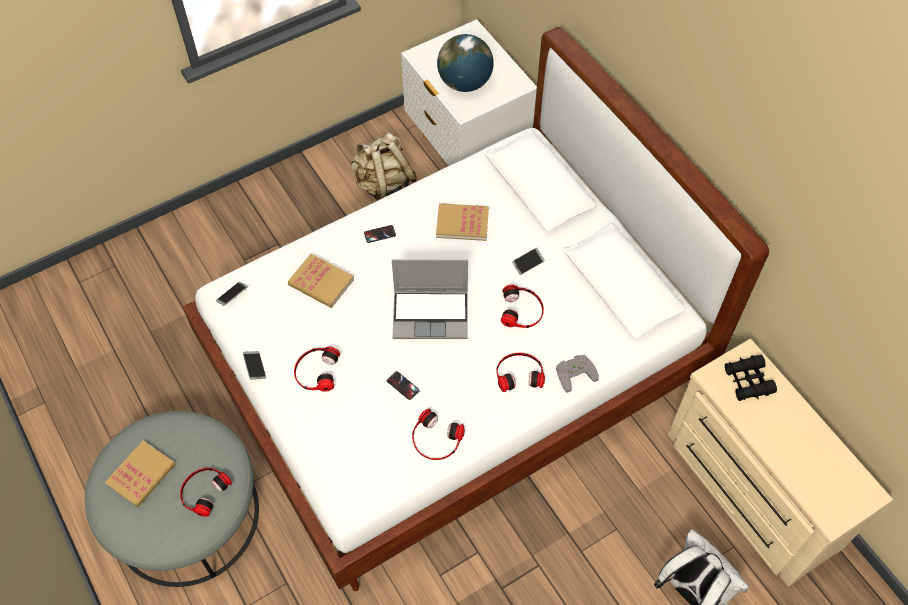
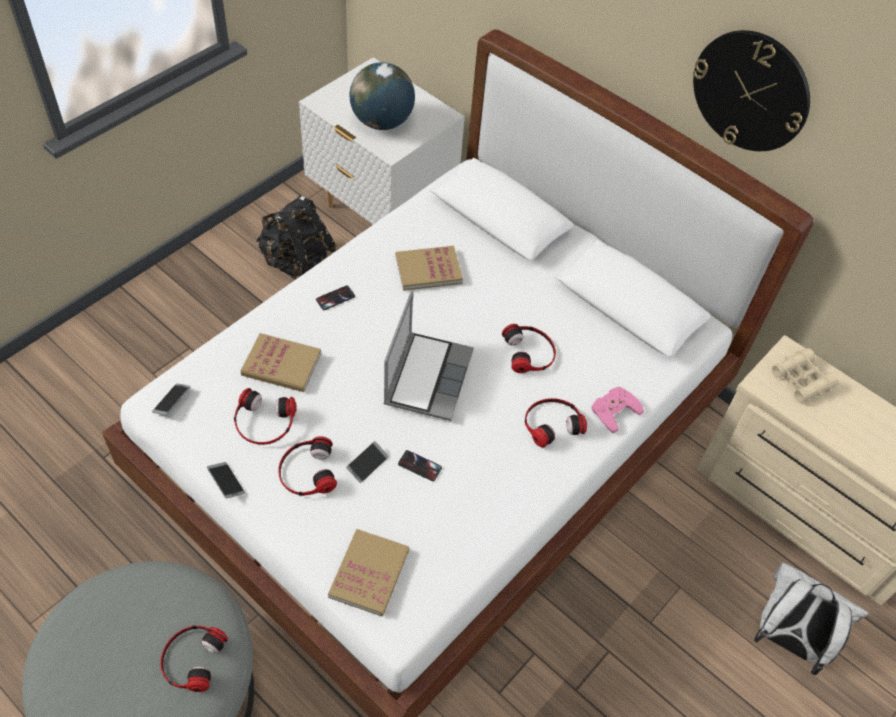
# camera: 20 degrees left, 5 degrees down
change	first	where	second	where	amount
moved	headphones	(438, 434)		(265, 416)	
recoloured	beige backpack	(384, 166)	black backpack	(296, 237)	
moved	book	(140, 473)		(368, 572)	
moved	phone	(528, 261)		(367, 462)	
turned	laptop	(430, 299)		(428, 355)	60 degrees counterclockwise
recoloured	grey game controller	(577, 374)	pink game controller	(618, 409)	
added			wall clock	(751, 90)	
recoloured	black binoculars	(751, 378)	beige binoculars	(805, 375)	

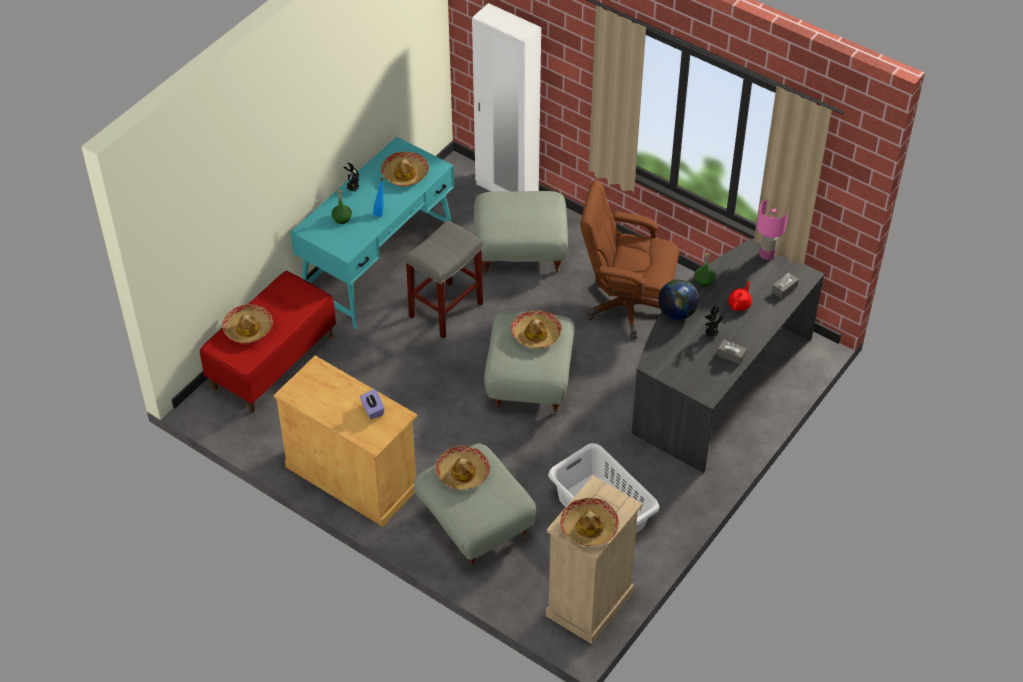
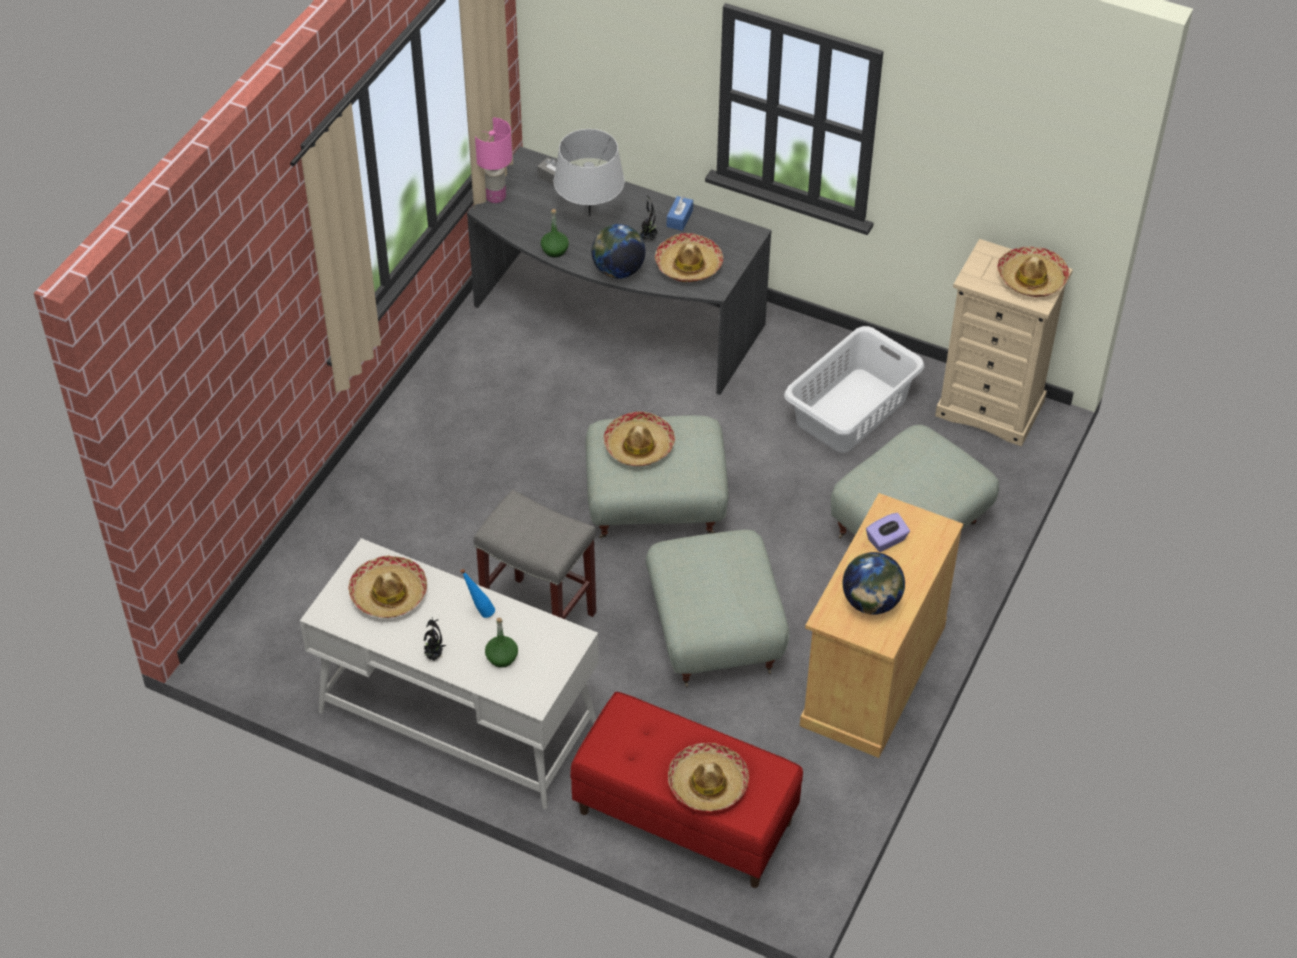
# camera: 100 degrees left, 0 degrees up
change	first	where	second	where	amount
recoloured	turquoise desk	(372, 233)	white desk	(449, 673)	
replaced	red teapot	(740, 296)	grey table lamp	(589, 172)	
moved	grey ottoman	(521, 232)		(717, 608)	
moved	hat	(463, 468)		(689, 257)	
recoloured	grey tissue box	(732, 352)	blue tissue box	(680, 213)	
added			globe	(874, 583)	
removed	white wardrobe	(506, 97)			
removed	brown office chair	(629, 259)			

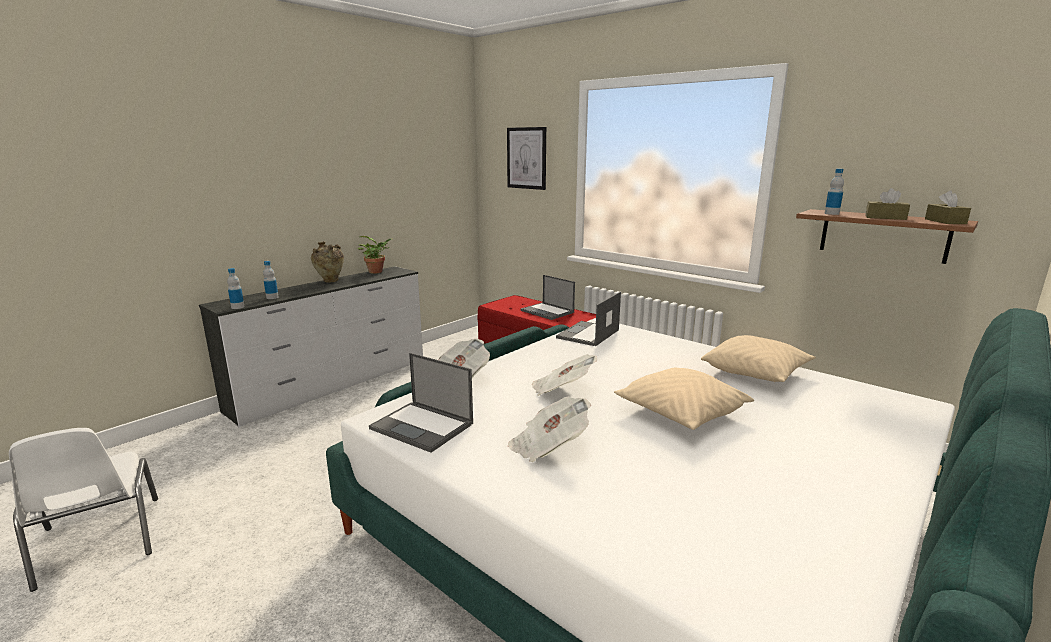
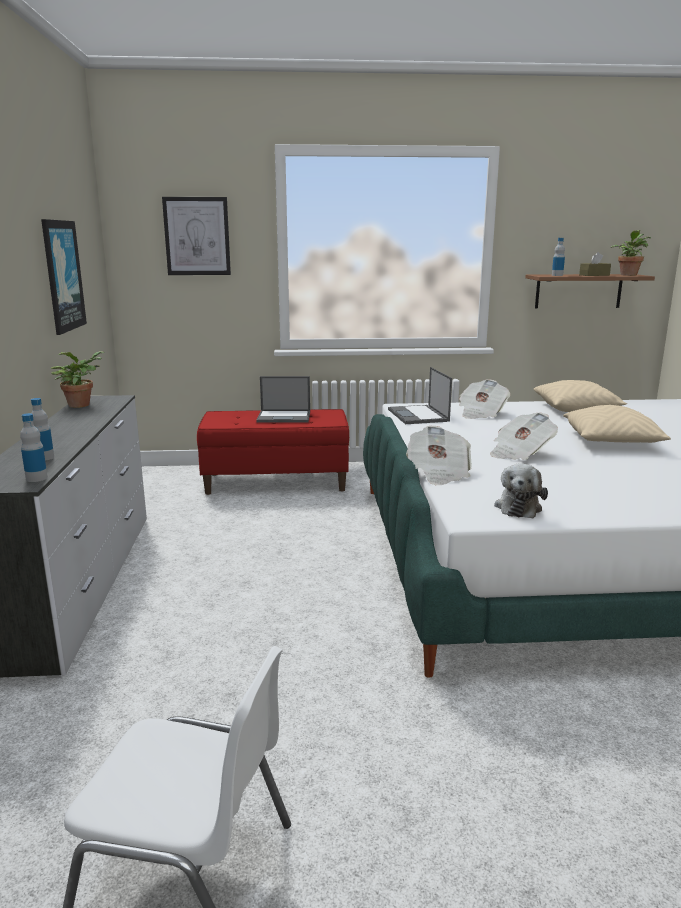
# camera: 45 degrees left, 0 degrees up
change	first	where	second	where	amount
added			picture	(64, 277)	
moved	newspaper	(549, 429)		(484, 399)	
replaced	laptop	(421, 403)	plush toy	(521, 490)	
replaced	brown tissue box	(948, 207)	potted plant	(631, 253)	
removed	beige vase	(327, 262)			

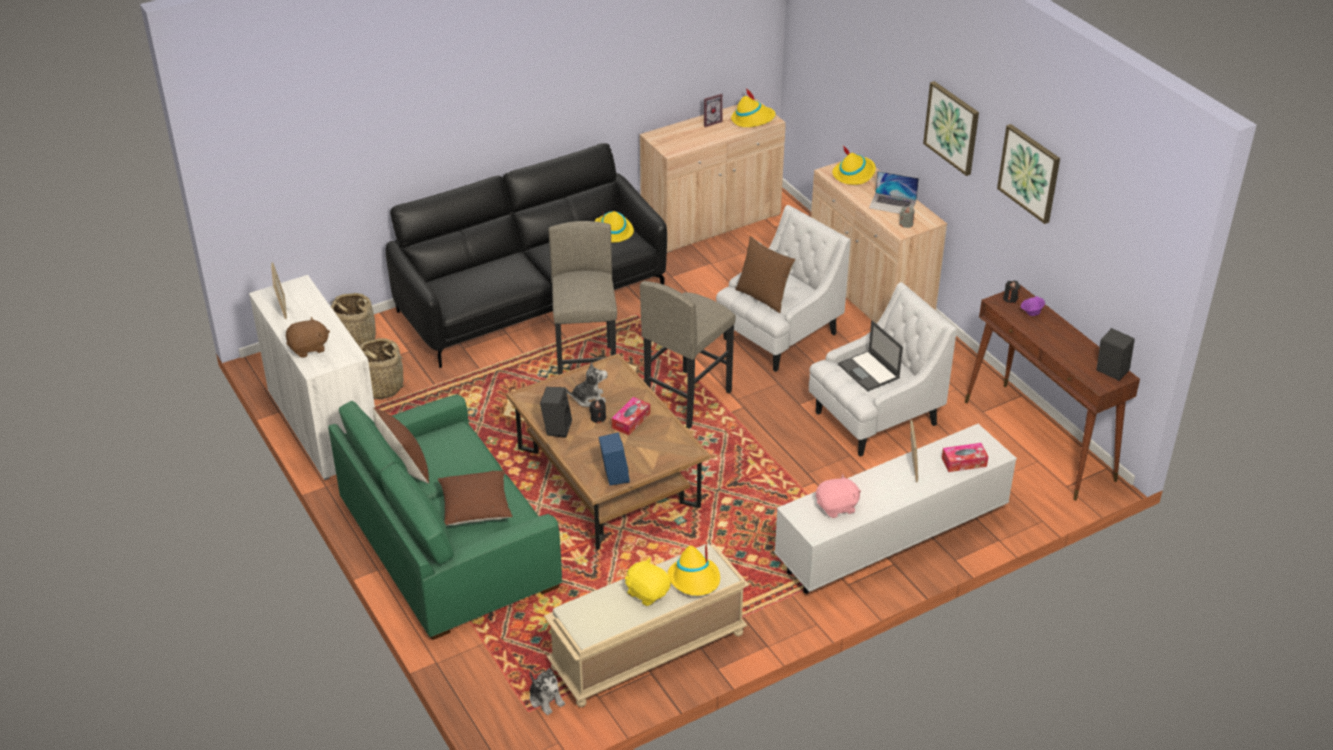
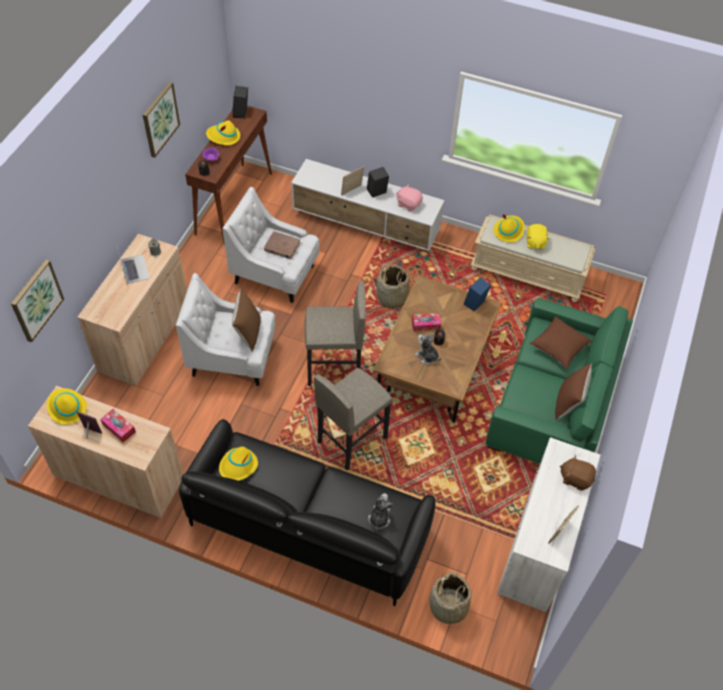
# camera: 130 degrees left, 15 degrees up
change	first	where	second	where	amount
moved	picture	(951, 128)		(37, 300)	
moved	tissue box	(965, 457)		(118, 426)	
moved	yellow hat	(854, 165)		(223, 132)	
replaced	laptop	(870, 356)	brown book	(282, 245)	
moved	black speaker	(556, 412)		(378, 182)	
moved	plush toy	(547, 691)		(380, 512)	
moved	basket	(384, 368)		(393, 286)	

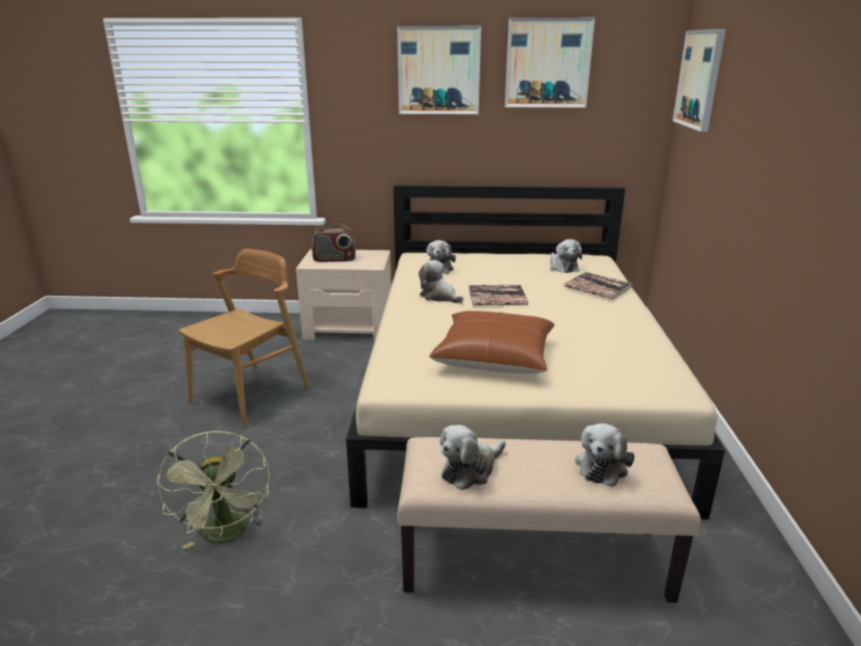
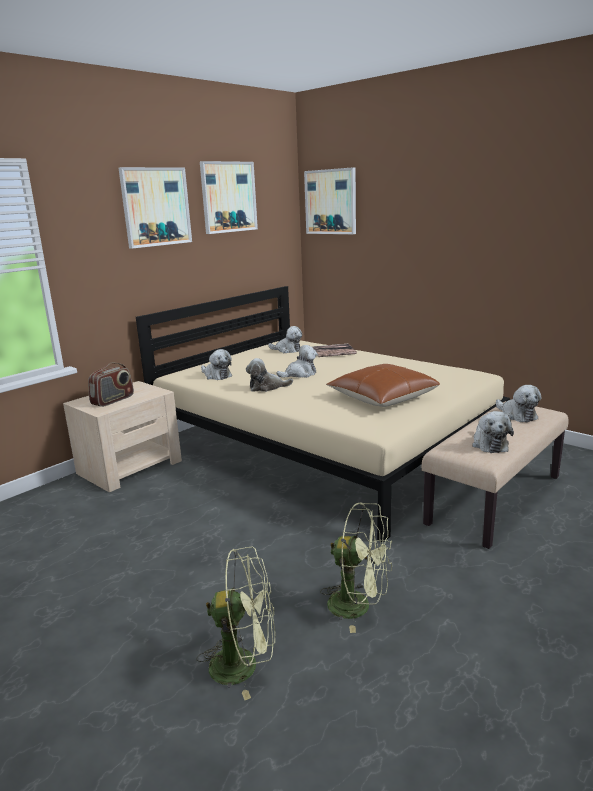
# camera: 50 degrees left, 5 degrees down
change	first	where	second	where	amount
added			green fan	(235, 623)	
replaced	book	(498, 295)	plush toy	(296, 361)	
removed	brown chair	(244, 338)			

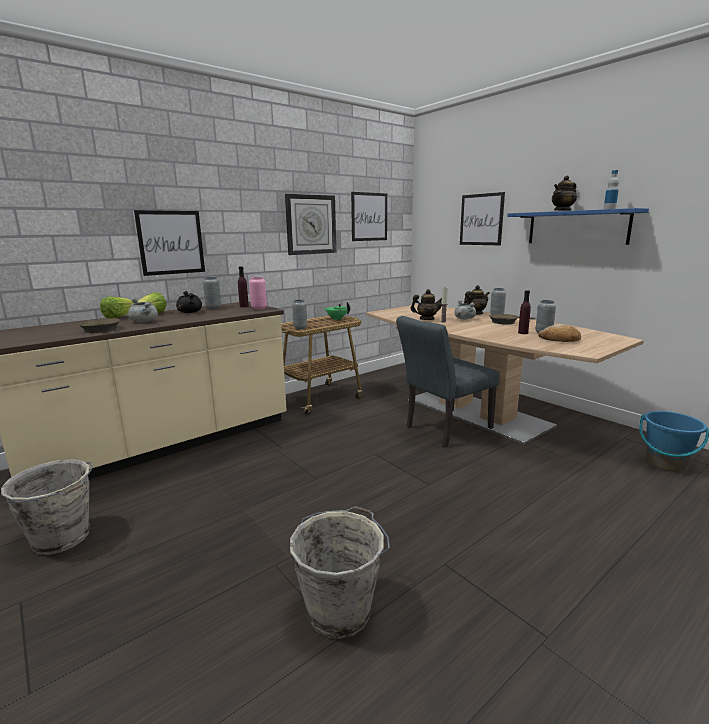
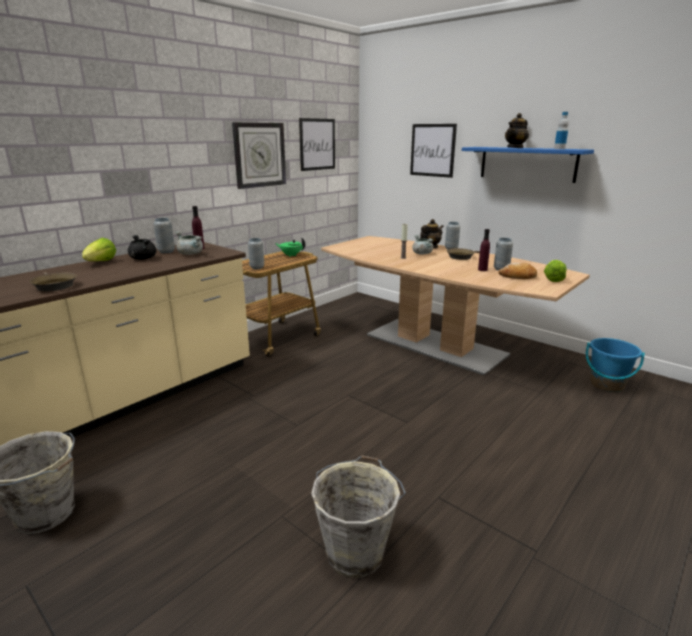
# camera: 10 degrees left, 5 degrees up
change	first	where	second	where	amount
moved	grey cooking pot	(143, 309)		(189, 243)	
moved	lettuce	(117, 308)		(555, 271)	
removed	picture	(169, 243)			
removed	pink vase	(258, 293)			
removed	grey chair	(448, 381)			
removed	teapot	(426, 304)			

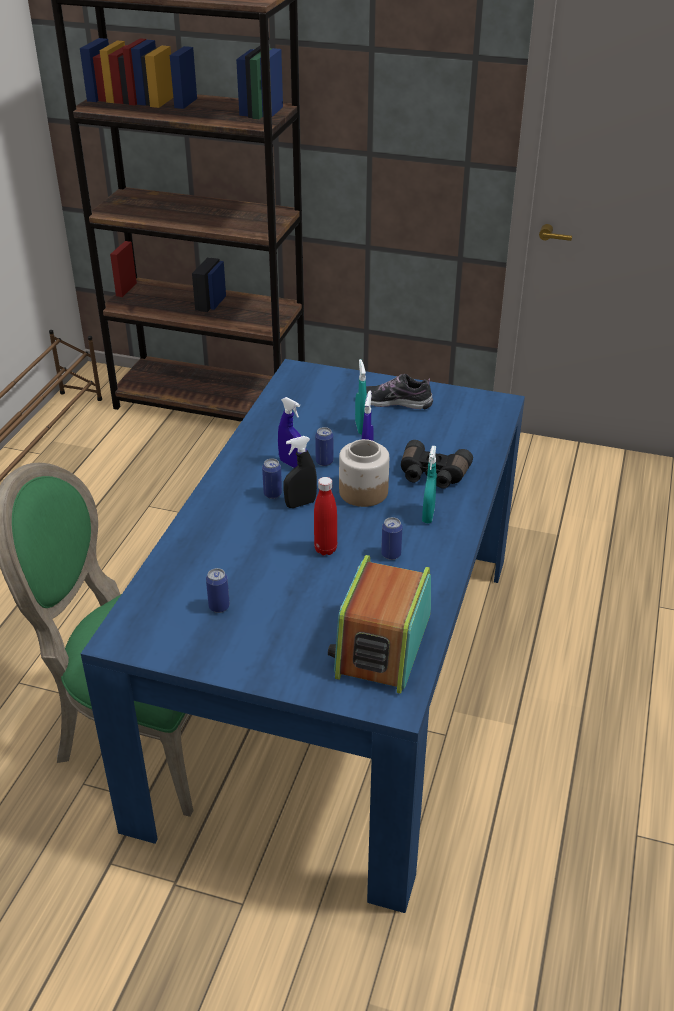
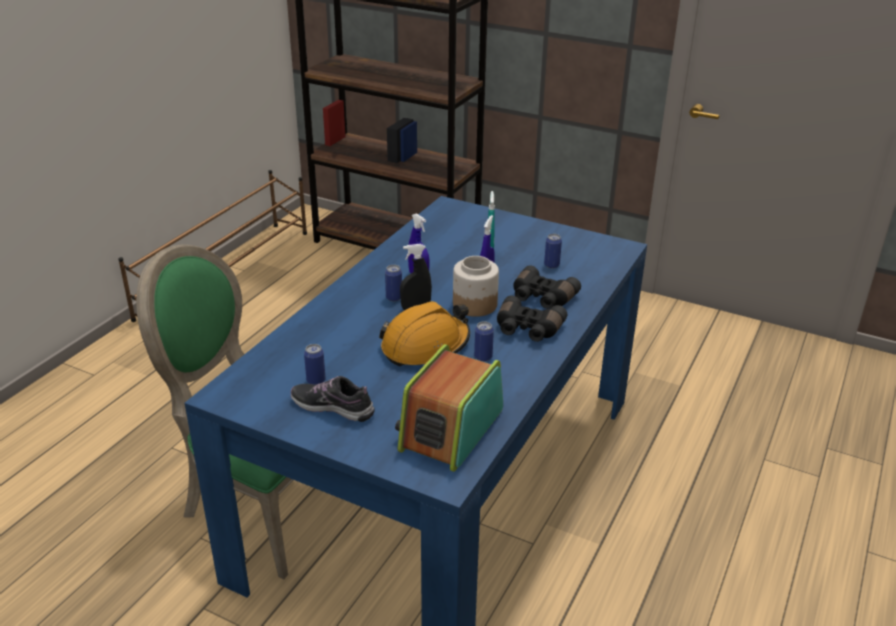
# camera: 10 degrees right, 5 degrees down
change	first	where	second	where	amount
moved	shoe	(395, 391)		(333, 399)	
replaced	red bottle	(325, 516)	orange hard hat	(424, 333)	
replaced	turquoise spray bottle	(429, 484)	black binoculars	(532, 319)	
moved	can	(324, 446)		(553, 251)	

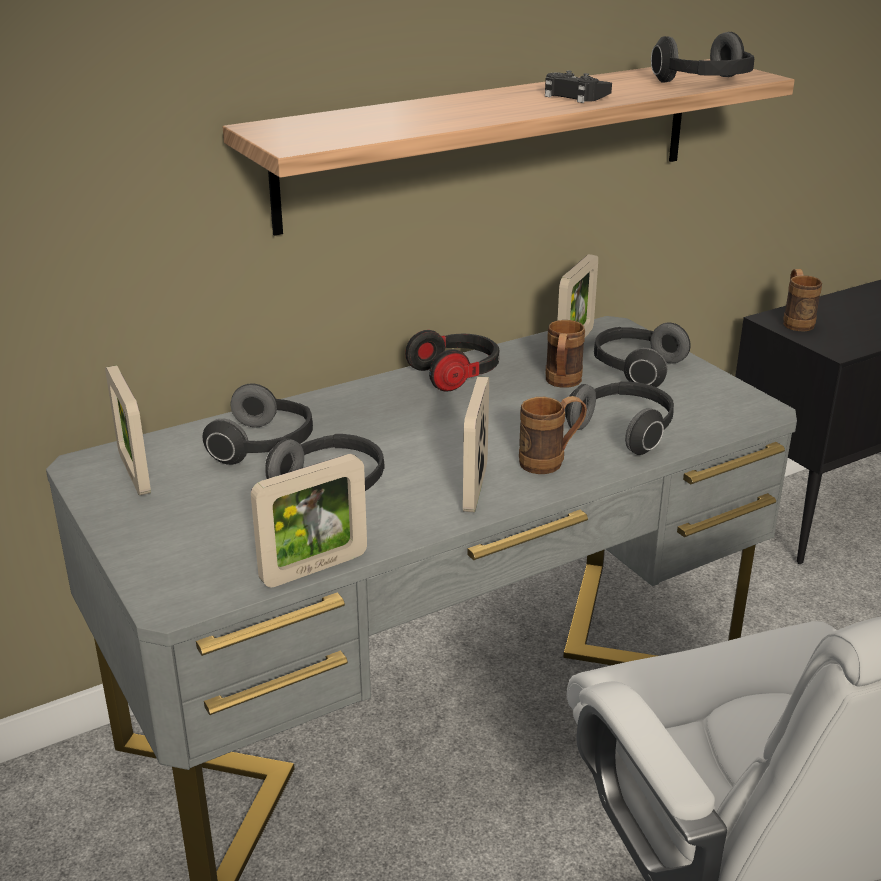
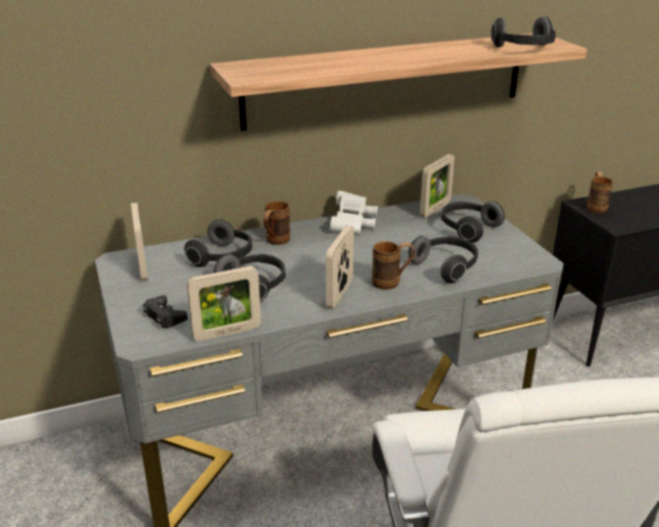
# camera: 10 degrees right, 0 degrees up
change	first	where	second	where	amount
moved	black game controller	(578, 87)		(165, 312)	
moved	brown mug	(565, 354)		(276, 223)	
replaced	headphones	(452, 361)	white binoculars	(354, 212)	

